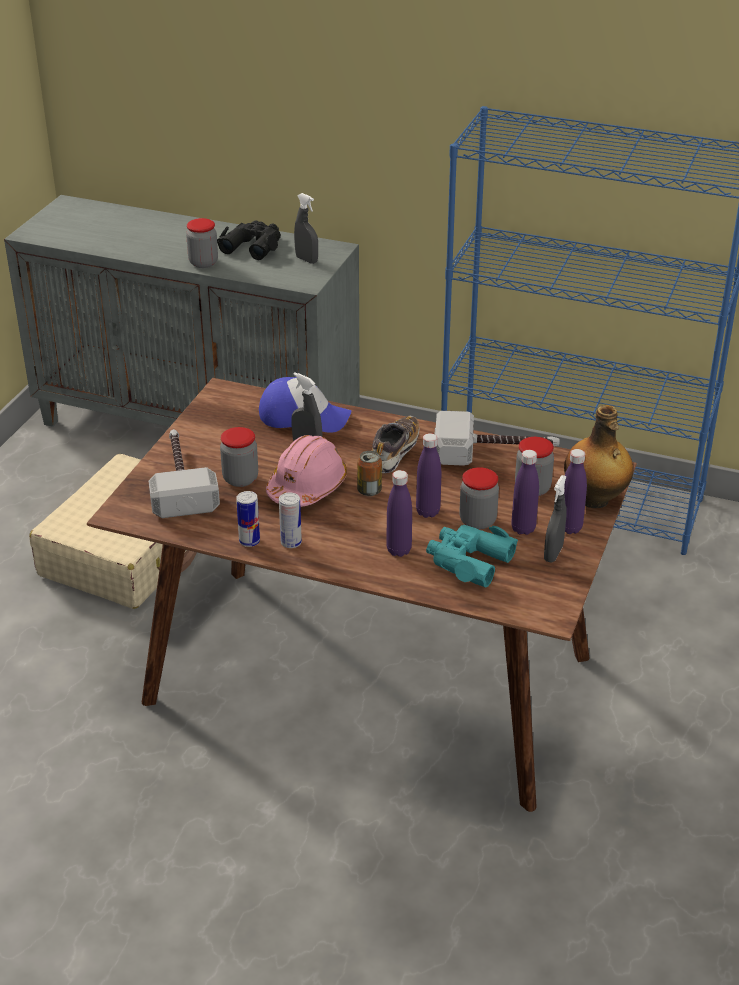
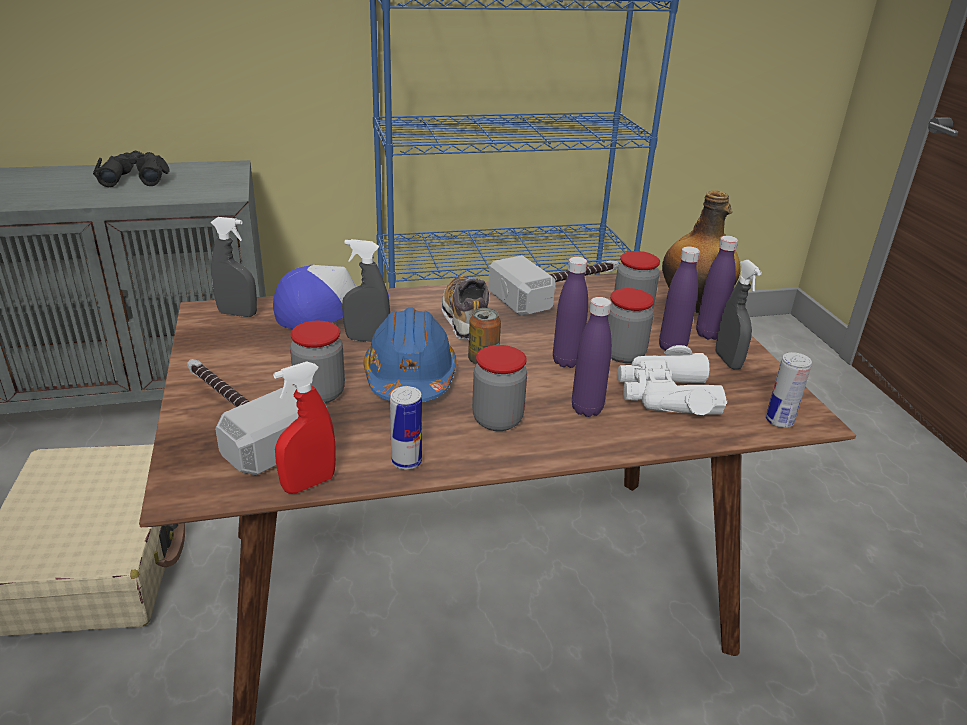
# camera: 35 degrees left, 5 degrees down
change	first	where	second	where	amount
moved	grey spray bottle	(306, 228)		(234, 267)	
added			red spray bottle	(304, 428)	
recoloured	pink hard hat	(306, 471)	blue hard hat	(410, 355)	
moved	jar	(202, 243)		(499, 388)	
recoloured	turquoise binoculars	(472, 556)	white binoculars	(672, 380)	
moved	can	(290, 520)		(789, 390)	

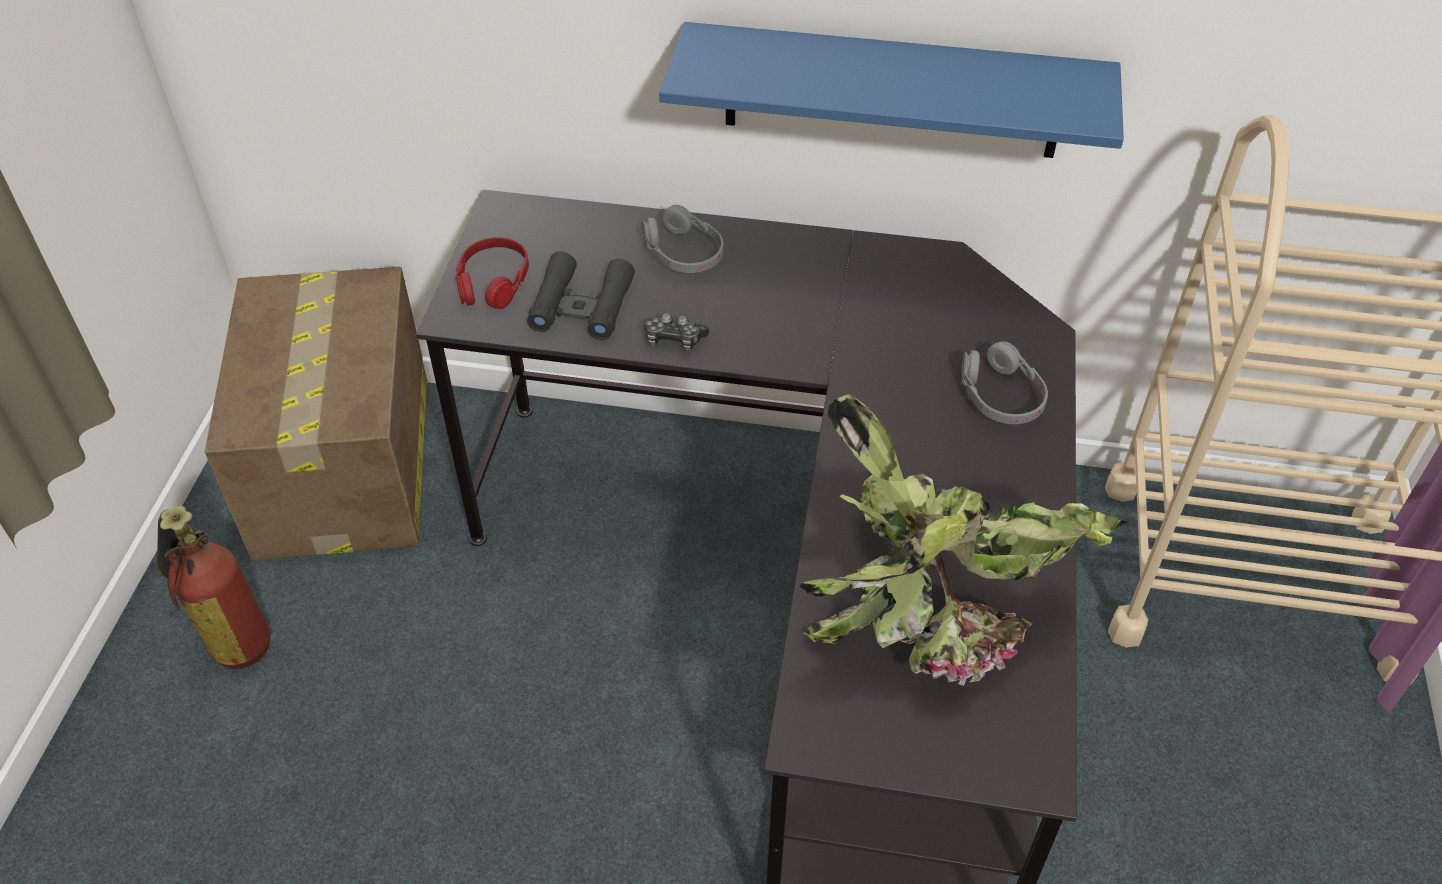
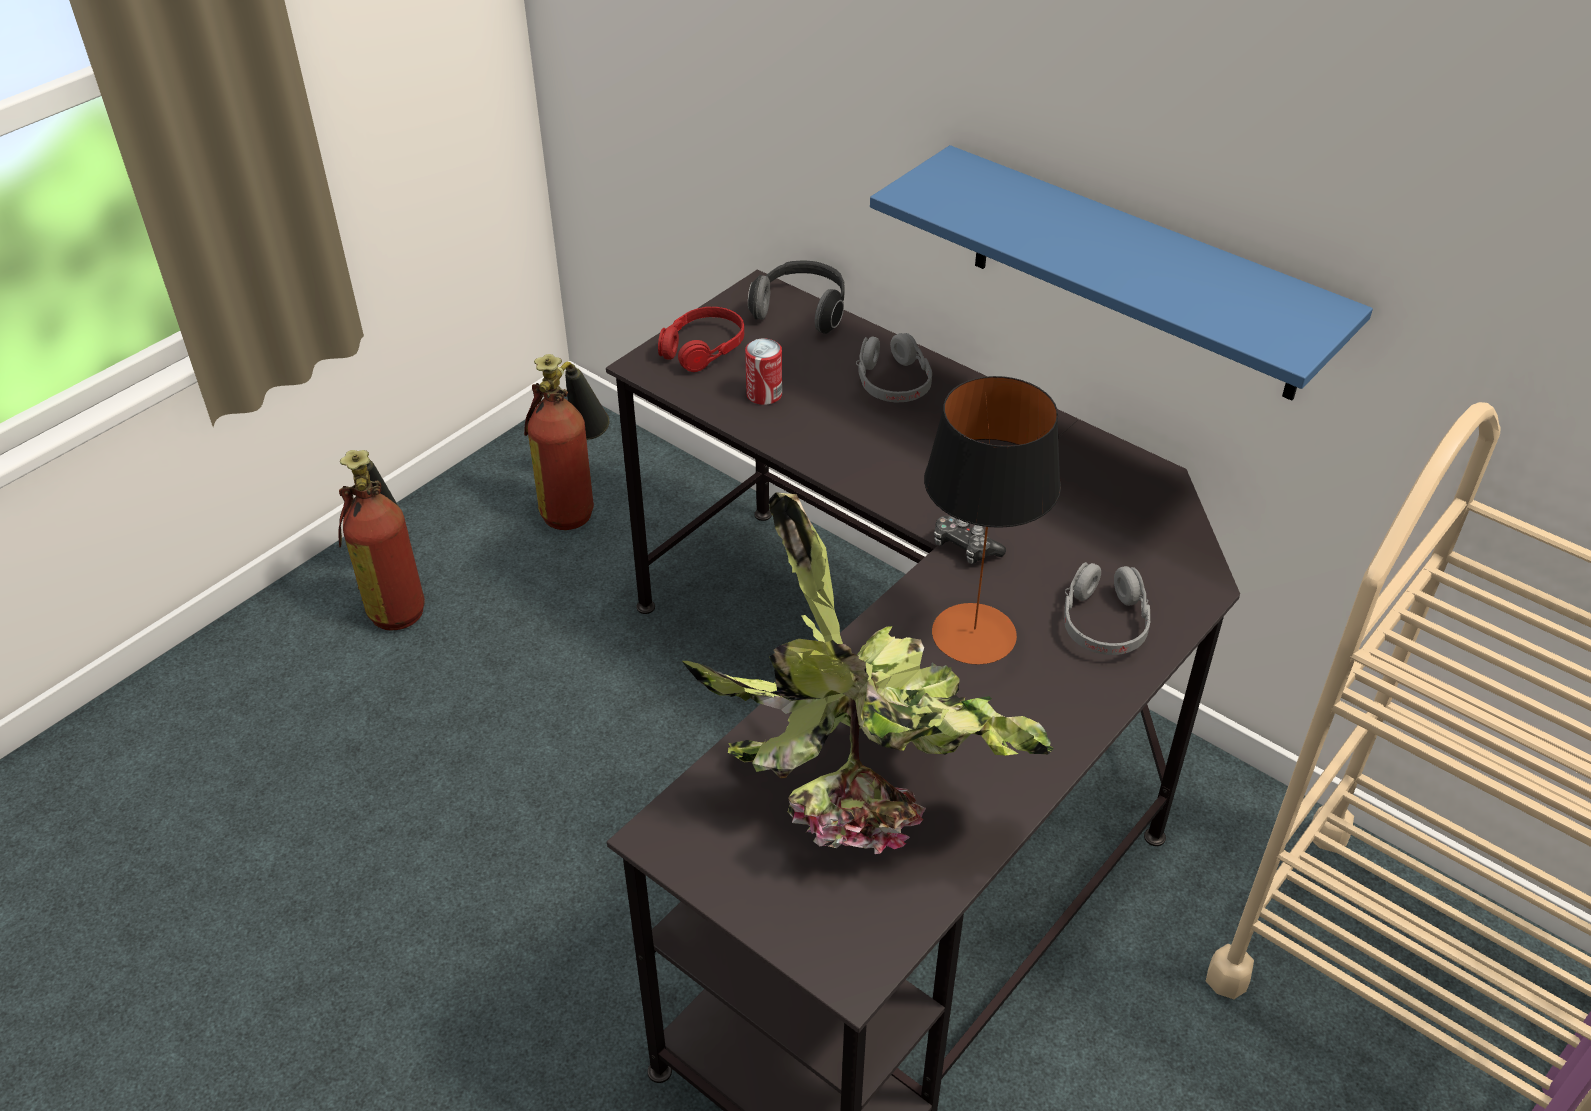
# camera: 30 degrees right, 5 degrees down
change	first	where	second	where	amount
replaced	cardboard box	(316, 414)	fire extinguisher	(566, 442)	
replaced	black binoculars	(581, 295)	can	(763, 371)	
added			headphones	(796, 297)	
added			table lamp	(992, 520)	
moved	game controller	(676, 332)		(970, 540)	

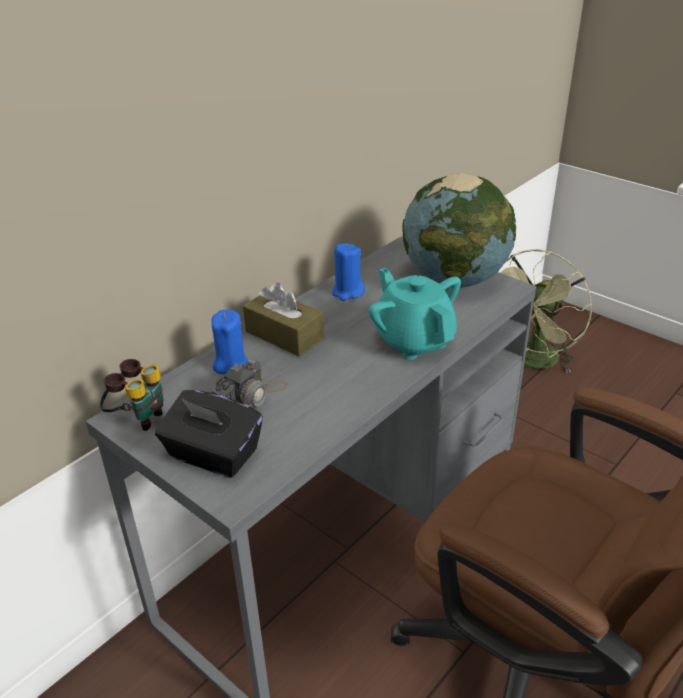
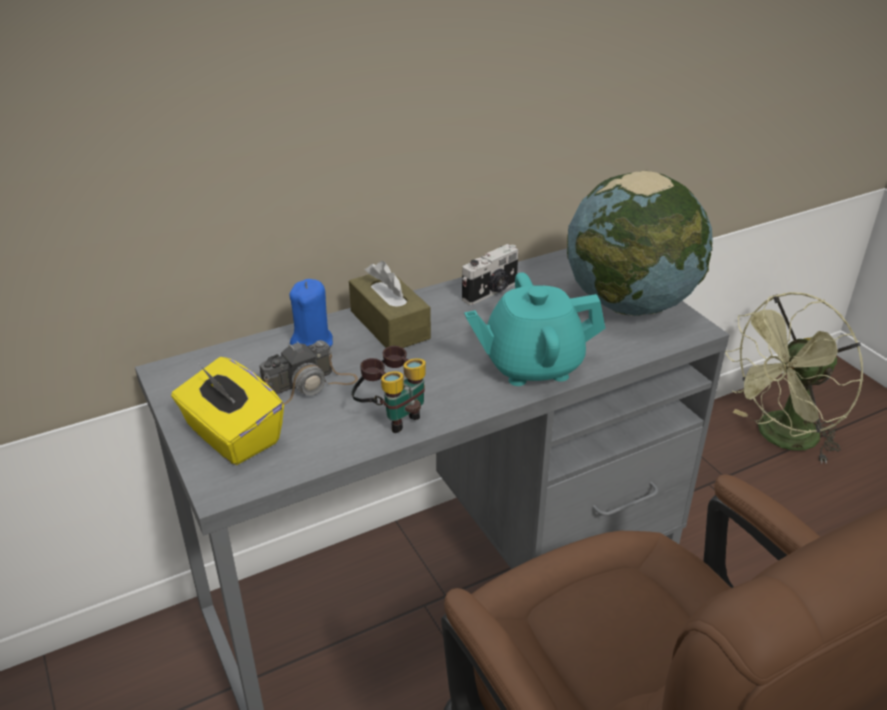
# camera: 20 degrees right, 0 degrees up
change	first	where	second	where	amount
recoloured	black tissue box	(209, 434)	yellow tissue box	(227, 411)	
moved	binoculars	(132, 395)		(388, 389)	
replaced	blue candle	(348, 272)	photo camera	(490, 274)	
turned	turquoise teapot	(415, 314)		(535, 329)	90 degrees counterclockwise

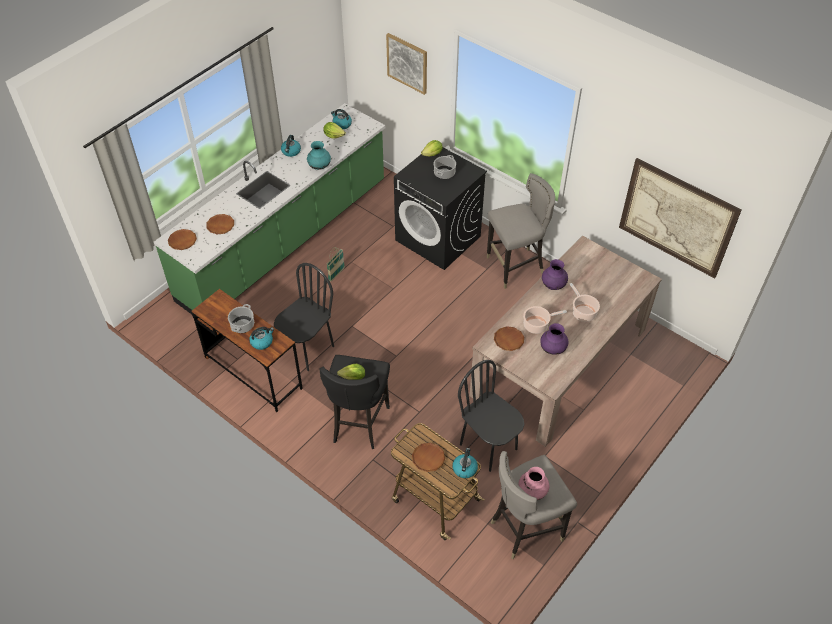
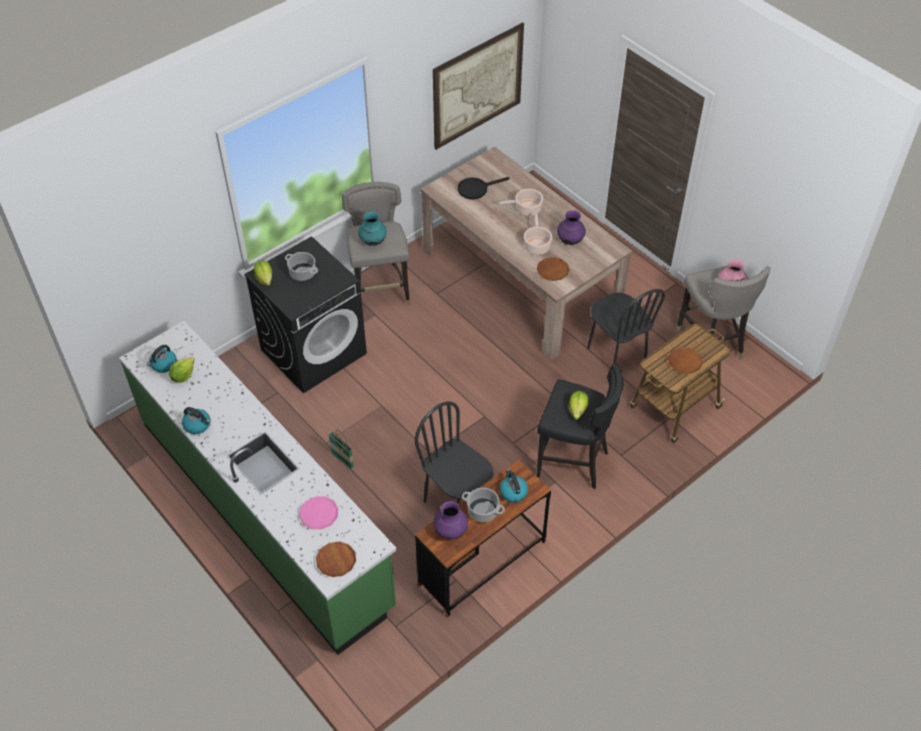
# camera: 80 degrees left, 0 degrees up
change	first	where	second	where	amount
recoloured	brown plate	(220, 224)	pink plate	(319, 512)	
moved	turquoise vase	(319, 155)		(372, 228)	
moved	purple vase	(555, 274)		(450, 520)	
added			black frying pan	(484, 188)	
turned	black chair	(491, 416)		(626, 326)	90 degrees counterclockwise
removed	picture	(406, 64)			
removed	kettle	(465, 463)			

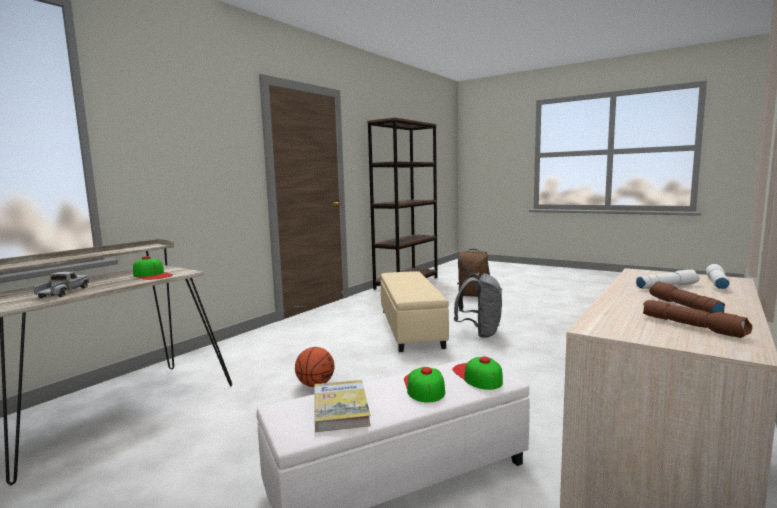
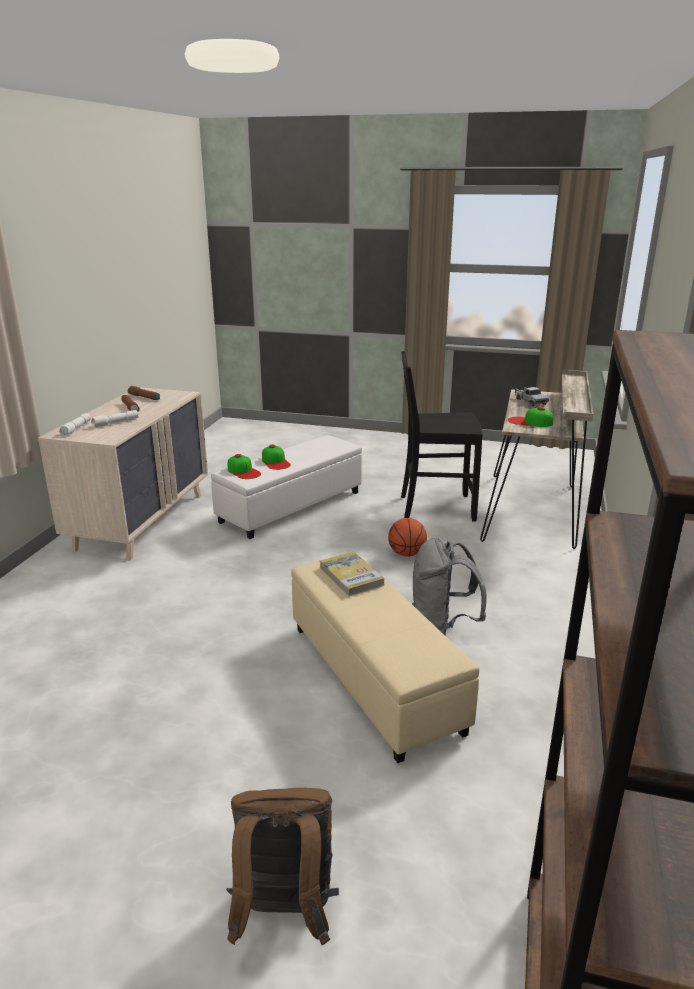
# camera: 160 degrees right, 15 degrees up
change	first	where	second	where	amount
moved	book	(342, 406)		(352, 574)	
added			black chair	(442, 436)	
moved	grey backpack	(478, 305)		(449, 587)	

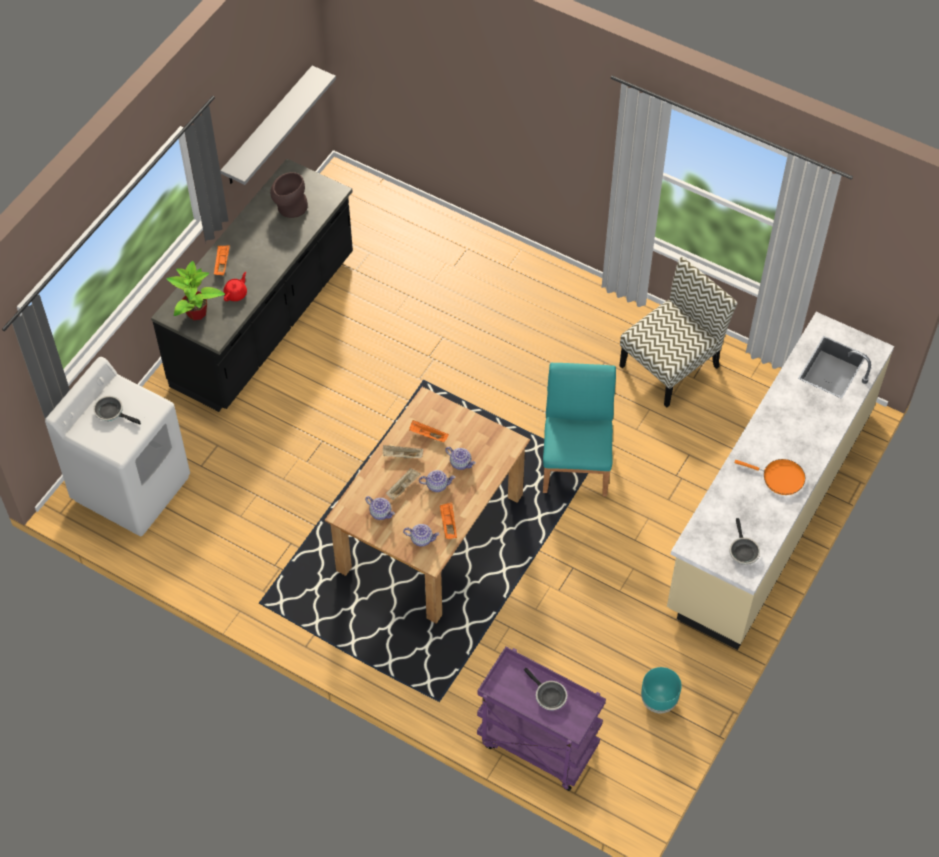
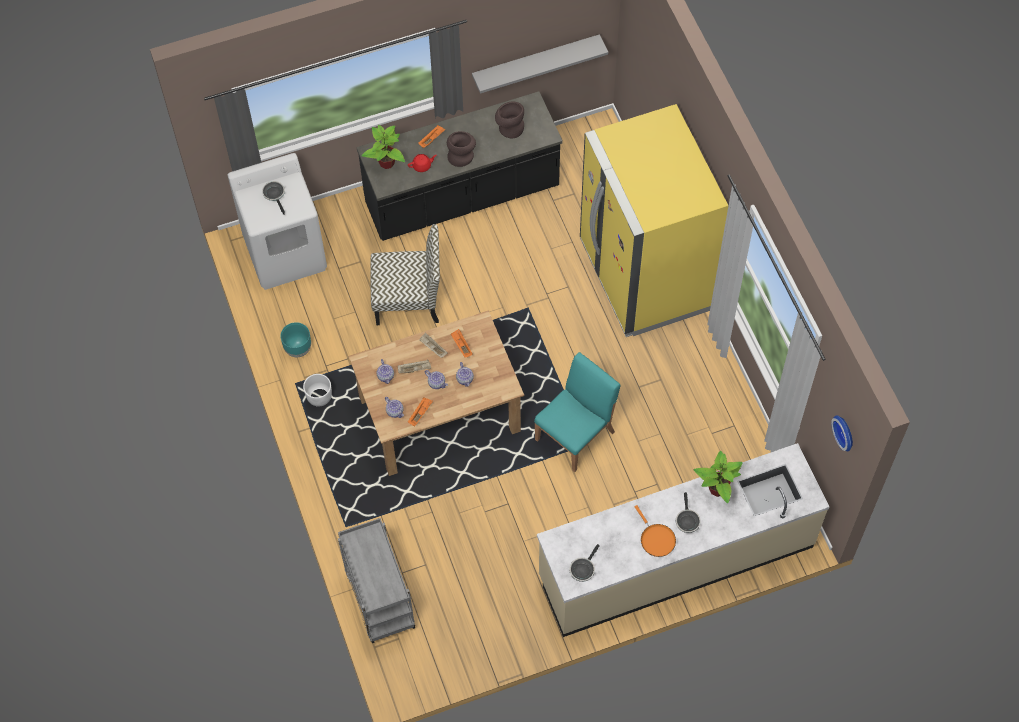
# camera: 40 degrees right, 5 degrees up
change	first	where	second	where	amount
moved	turquoise planter	(661, 690)		(295, 340)	
added			white planter	(317, 390)	
recoloured	purple cart	(541, 719)	grey cart	(376, 580)	
moved	chair	(679, 332)		(405, 274)	
added			brown vase	(461, 149)	
added			yellow fridge	(654, 220)	
moved	frying pan	(545, 689)		(688, 512)	
added			potted plant	(718, 477)	
added			wall clock	(842, 433)	

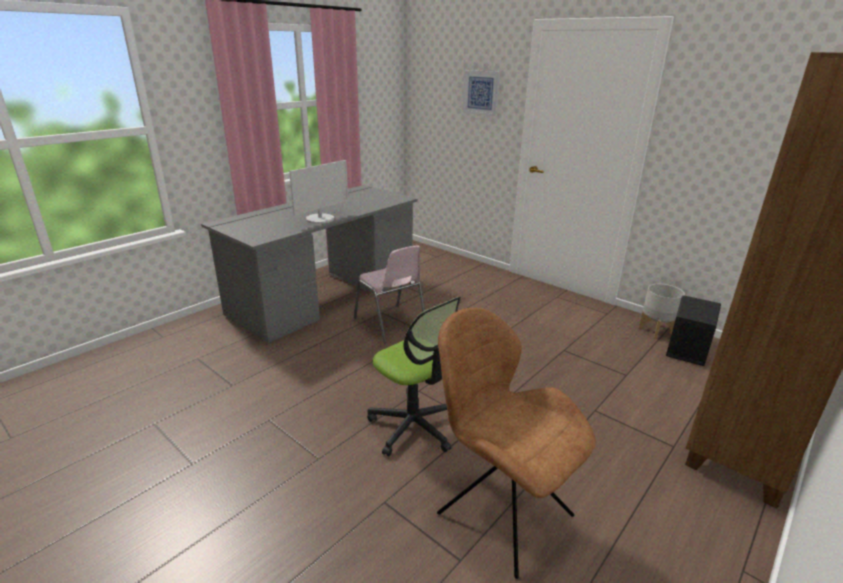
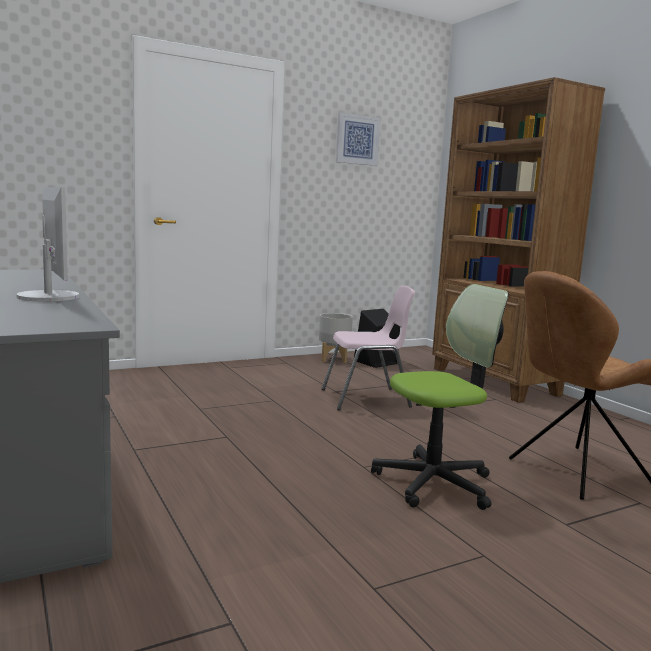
# camera: 70 degrees left, 15 degrees down
change	first	where	second	where	amount
moved	pink chair	(389, 294)		(368, 348)	
moved	picture	(481, 93)		(358, 139)	

